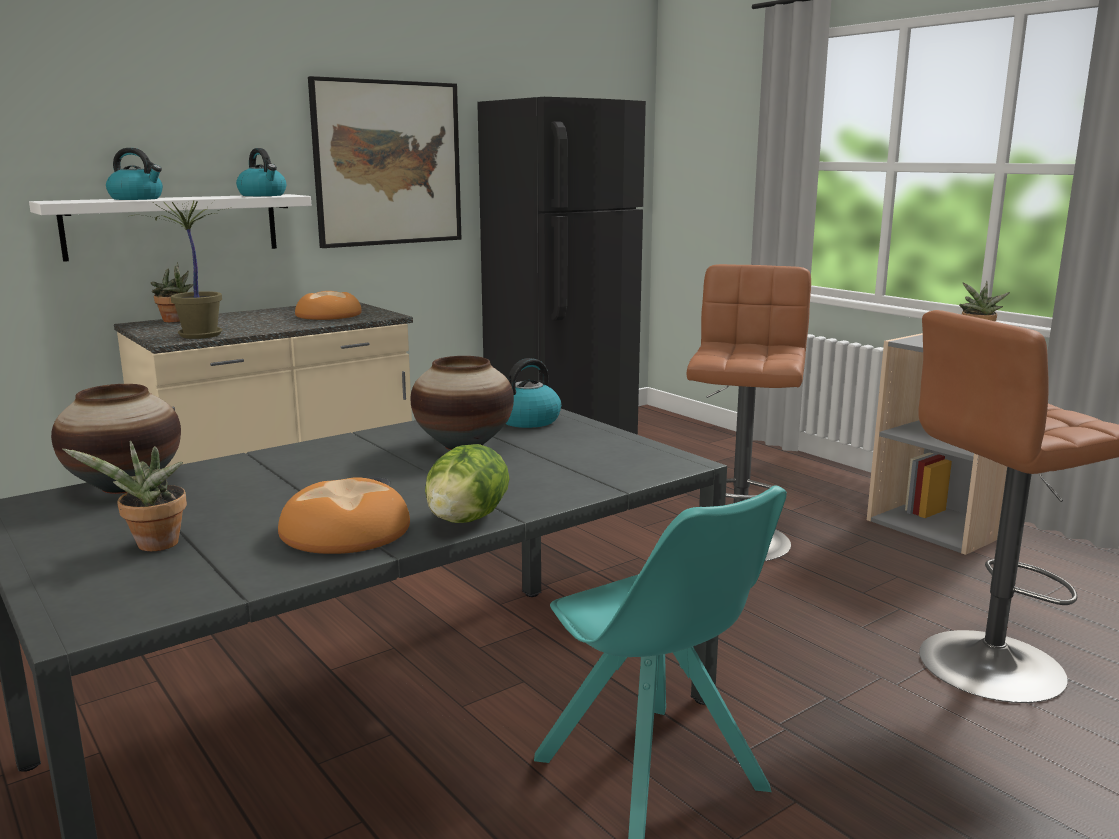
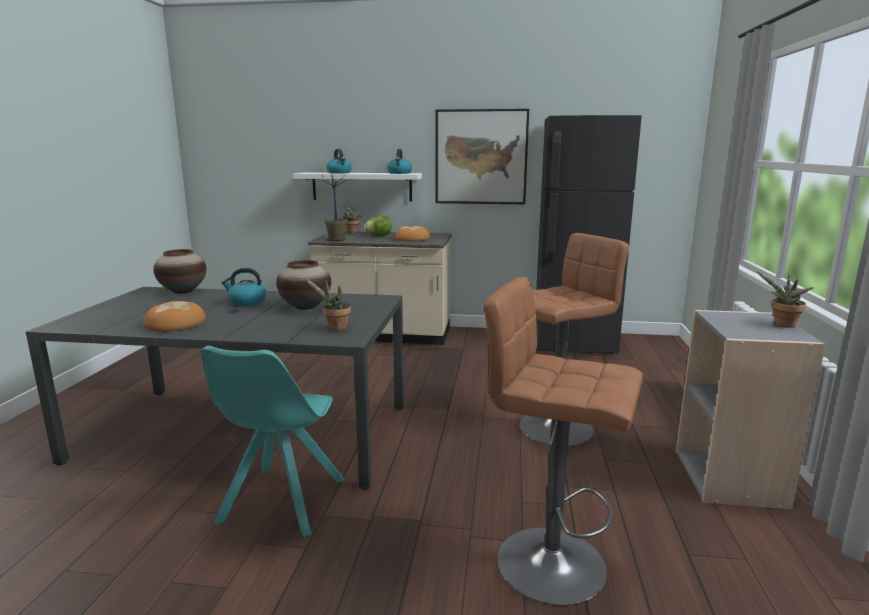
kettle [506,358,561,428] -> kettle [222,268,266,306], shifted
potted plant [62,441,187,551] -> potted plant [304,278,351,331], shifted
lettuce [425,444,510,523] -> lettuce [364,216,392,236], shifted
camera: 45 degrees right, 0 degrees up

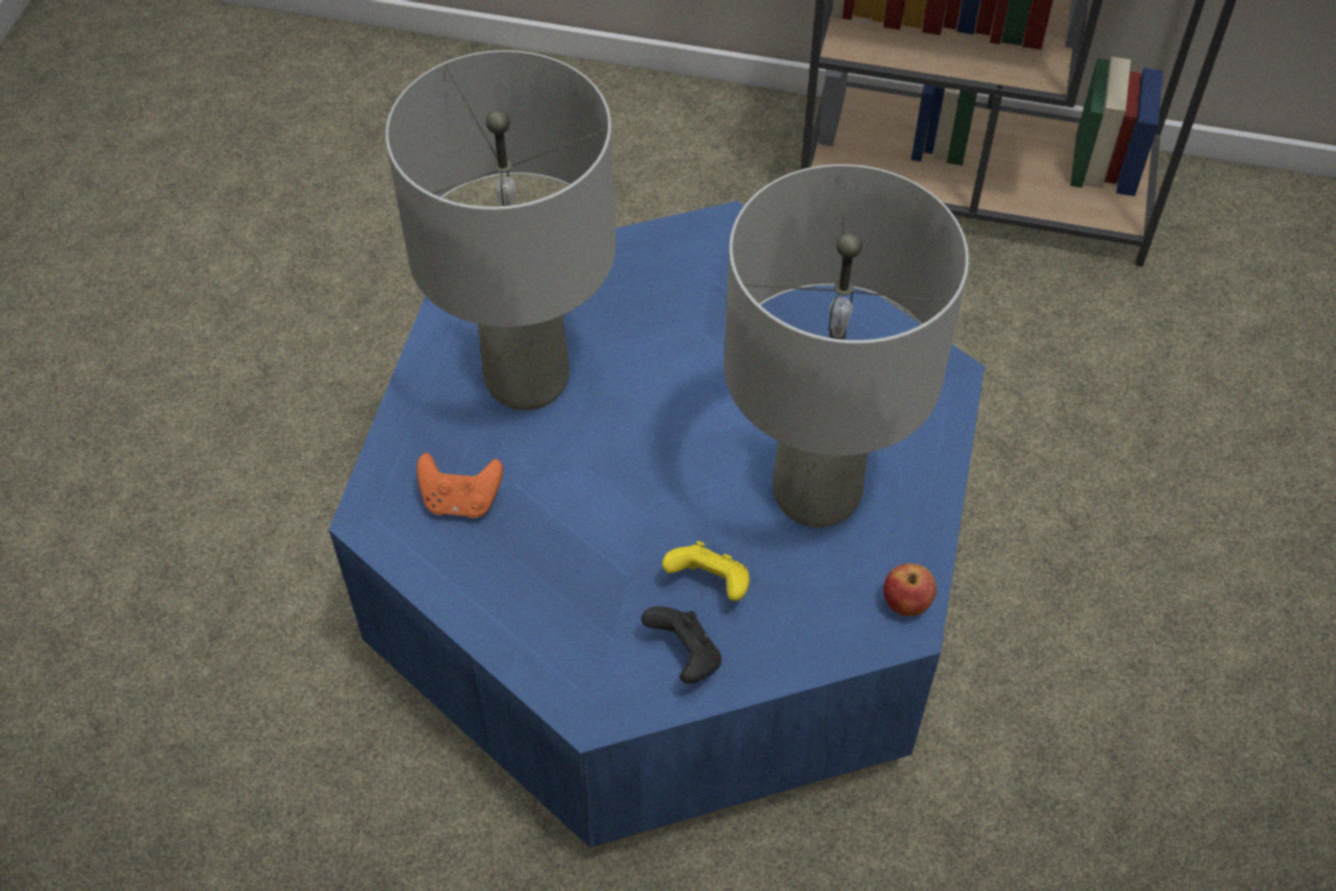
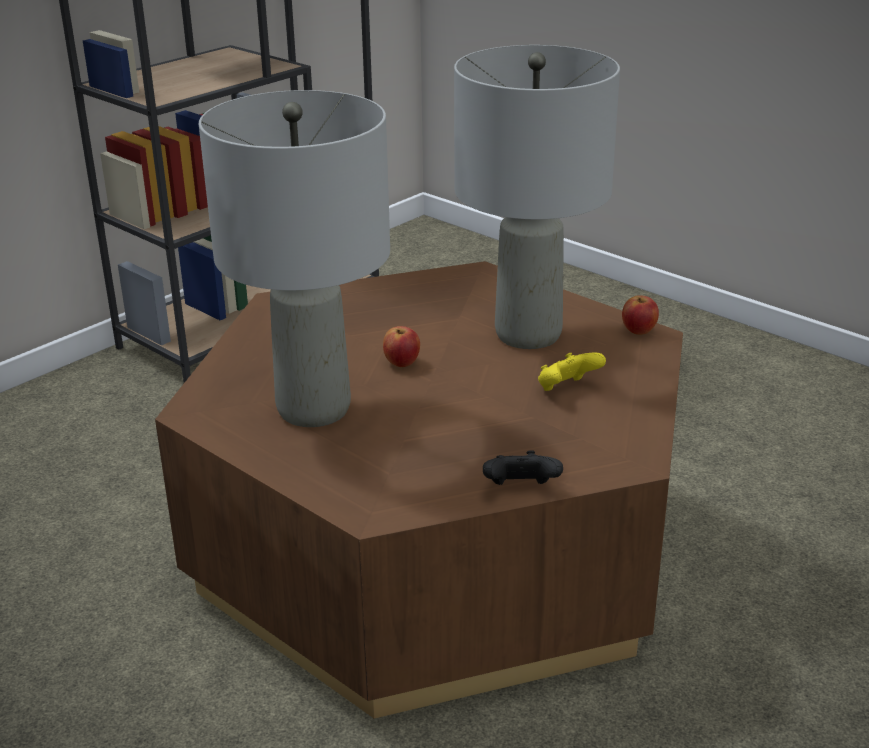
blue coffee table [329,201,985,848] -> brown coffee table [155,261,683,719]
orange game controller [417,453,503,518] -> none
black game controller [641,606,722,683] -> black game controller [483,450,563,485], shifted
none -> apple [383,326,420,367]
camera: 60 degrees left, 25 degrees down

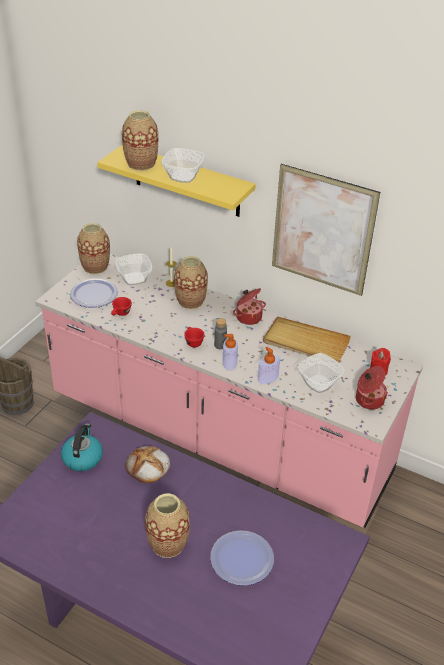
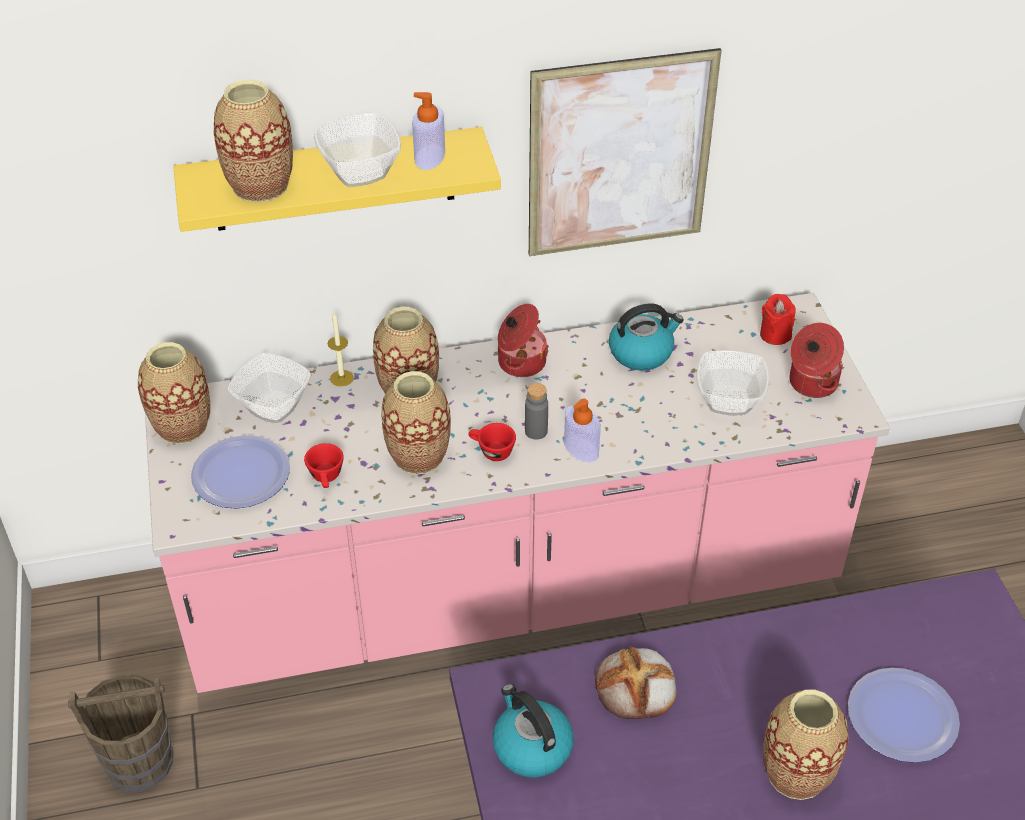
beige tray [263,316,351,363] -> kettle [609,303,684,371]
soap dispenser [258,347,280,384] -> soap dispenser [412,92,445,170], shifted
none -> vase [382,371,451,474]
camera: 40 degrees left, 5 degrees up

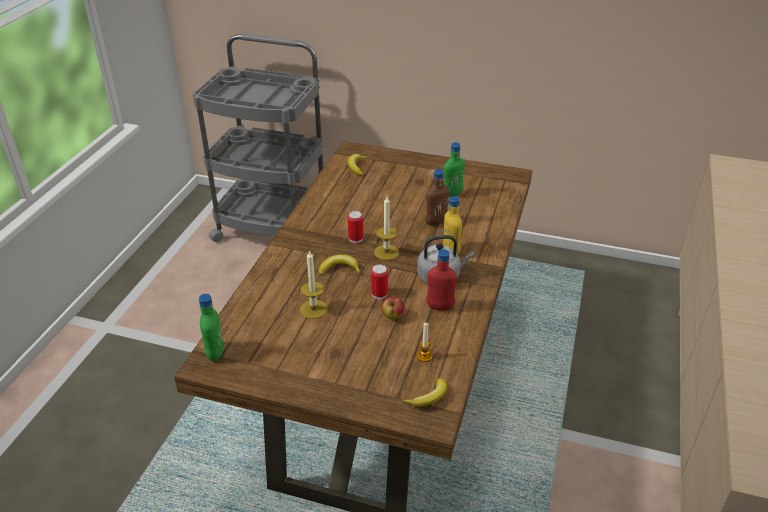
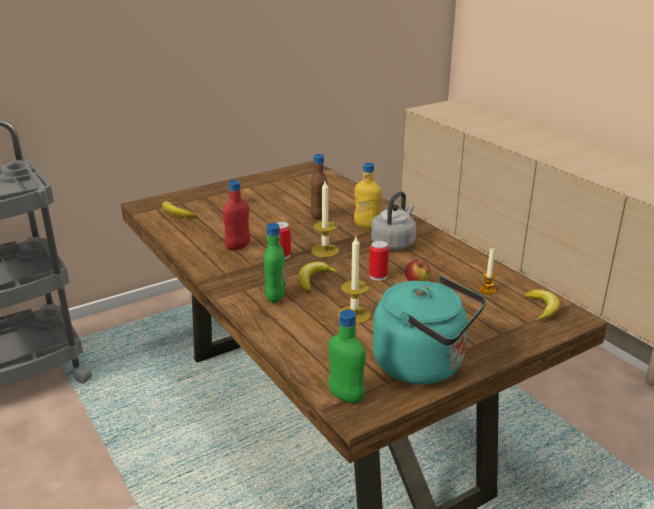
green bottle [444,142,465,197] -> green bottle [264,223,285,303], shifted
red bottle [426,249,457,311] -> red bottle [222,180,251,251], shifted
none -> turquoise kettle [373,276,486,384]
camera: 50 degrees left, 10 degrees down

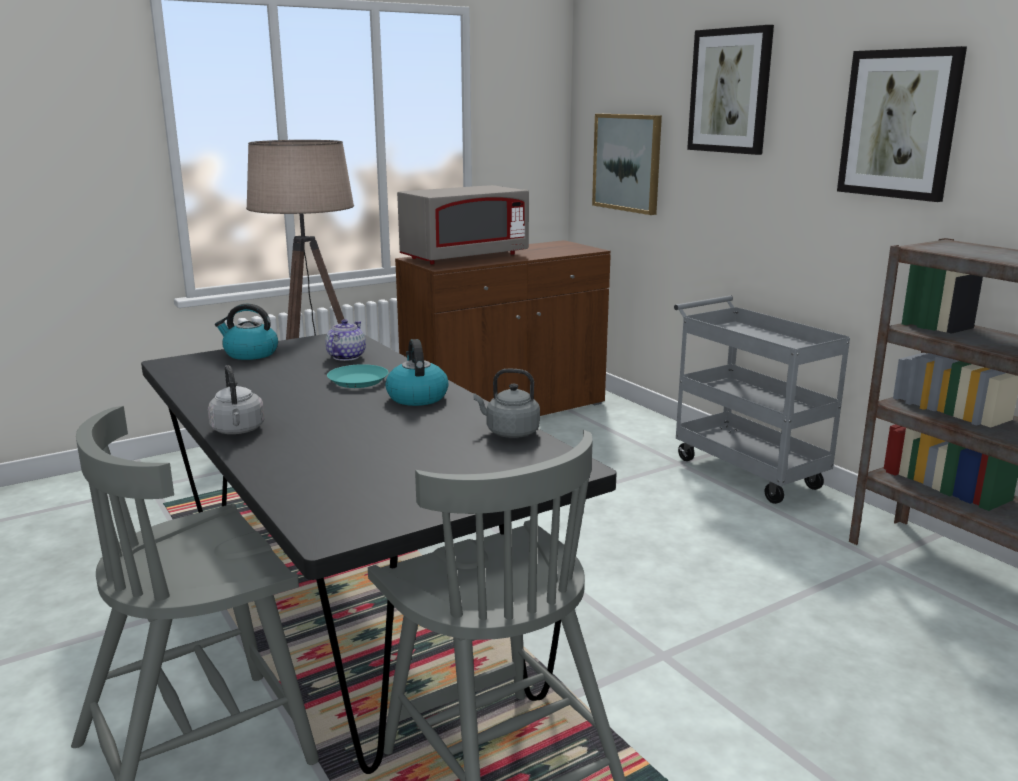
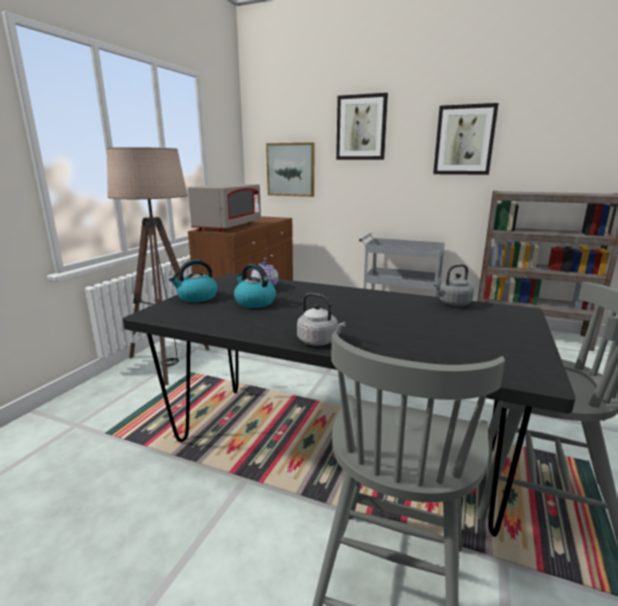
kettle [386,339,449,406] -> kettle [234,264,276,308], shifted
turquoise plate [327,364,389,388] -> none
camera: 35 degrees left, 0 degrees up

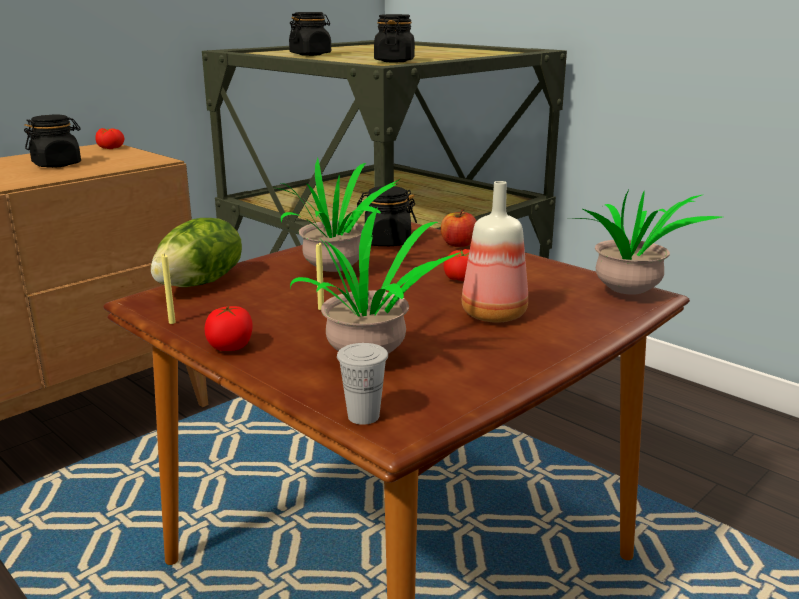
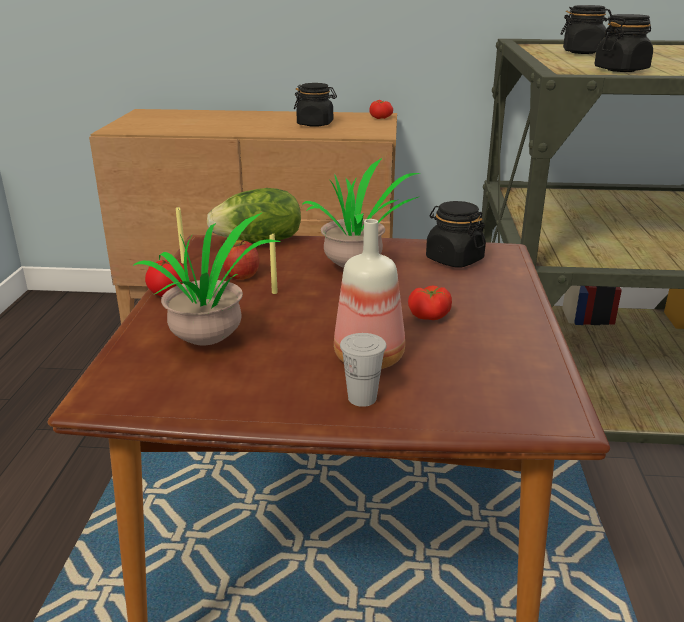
potted plant [567,190,722,295] -> none
apple [441,209,476,247] -> apple [223,240,259,280], shifted
white cup [337,343,388,425] -> white cup [340,333,387,407], shifted
camera: 50 degrees right, 5 degrees up

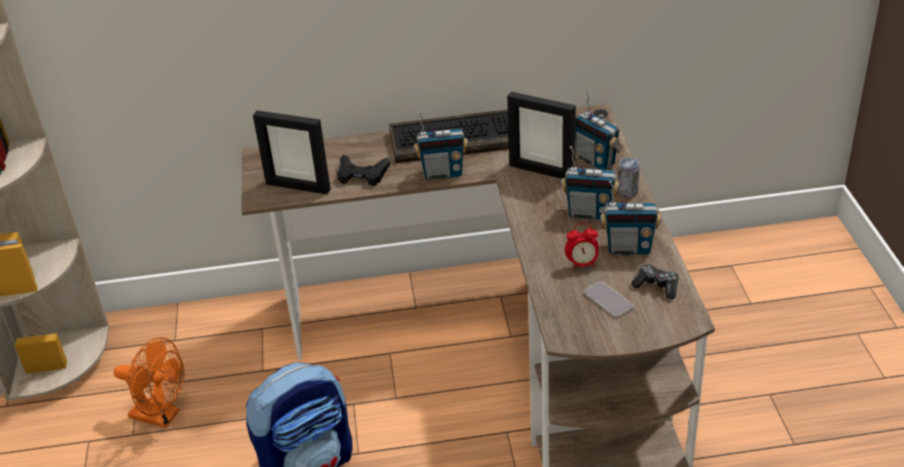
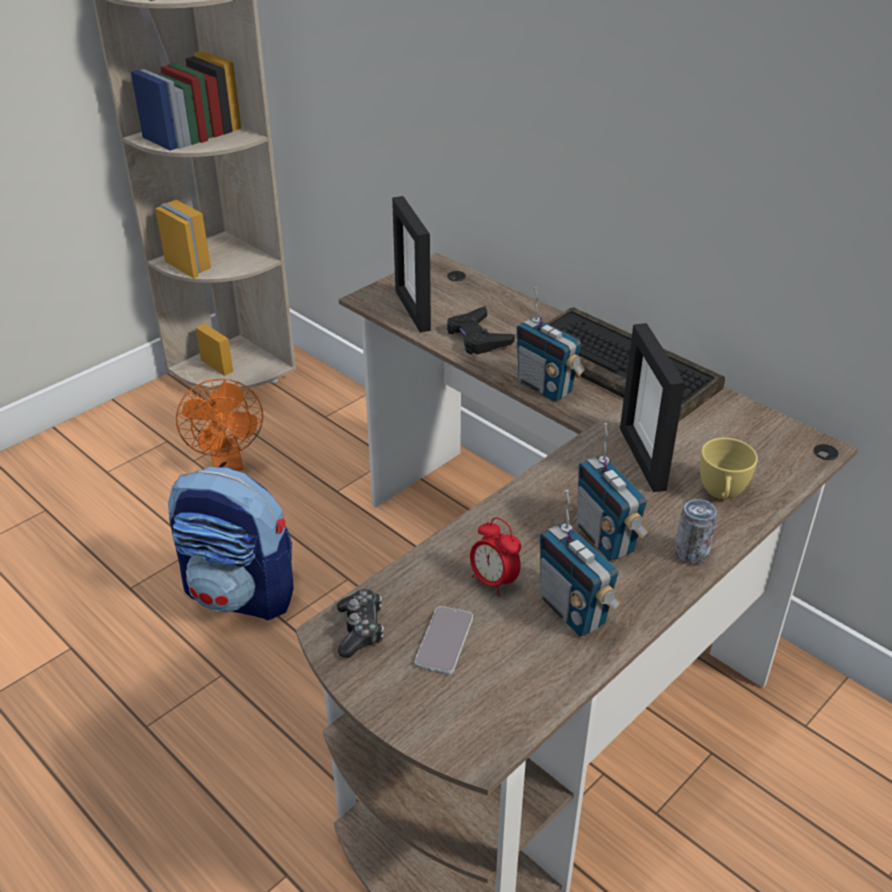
radio [575,91,623,170] -> yellow cup [700,438,758,499]
game controller [631,264,678,299] -> game controller [337,589,384,658], shifted
camera: 50 degrees right, 0 degrees up

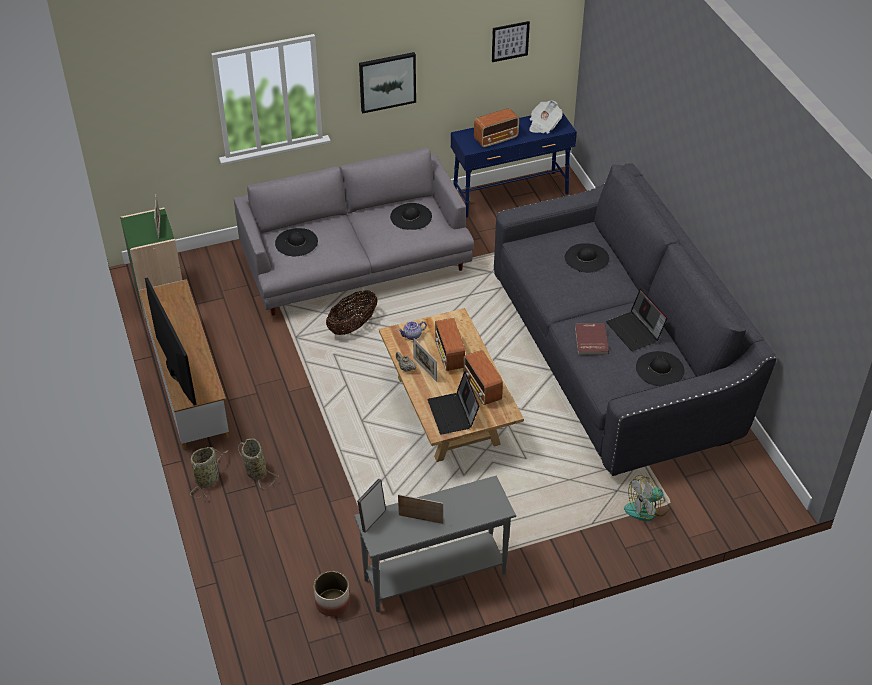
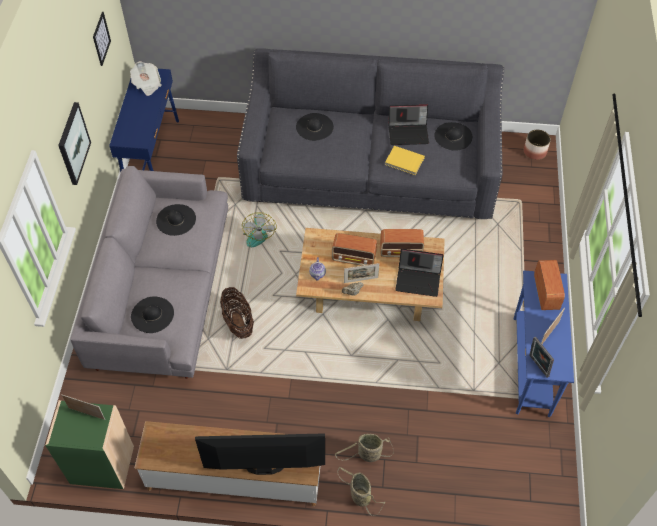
radio [474,108,519,148] -> radio [534,260,565,310], shifted
red book [575,323,609,355] -> yellow book [385,146,425,175]
grey console table [354,475,516,612] -> blue console table [514,270,574,417]
fan [624,475,670,521] -> fan [242,212,276,247], shifted
planter [314,571,350,616] -> planter [524,130,551,160], shifted
camera: 65 degrees left, 10 degrees up

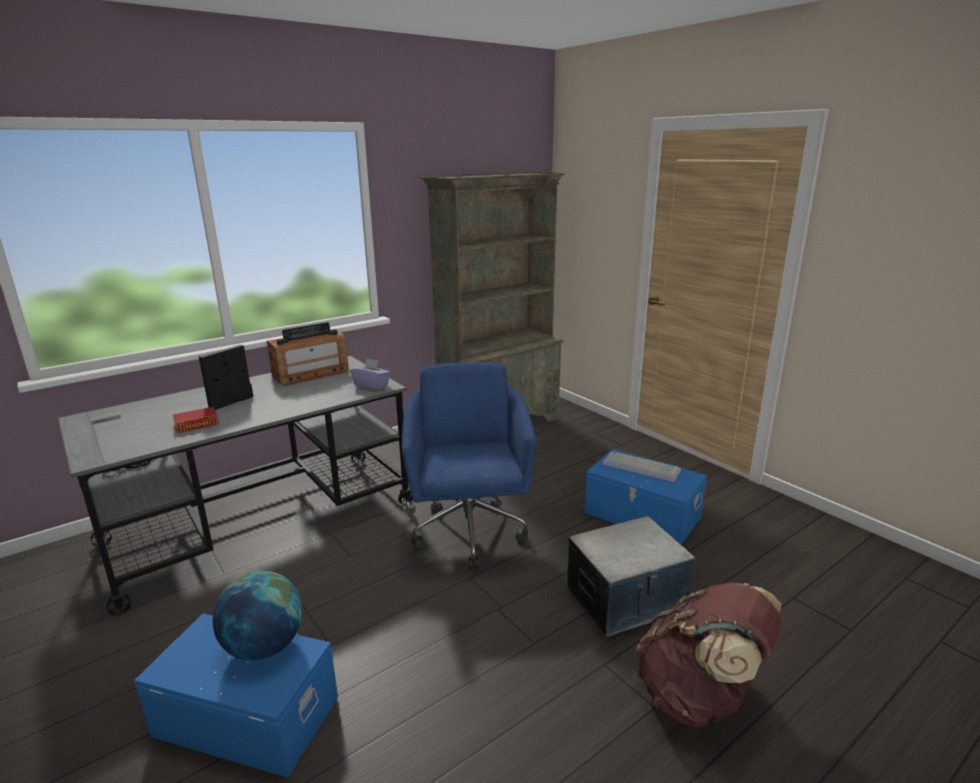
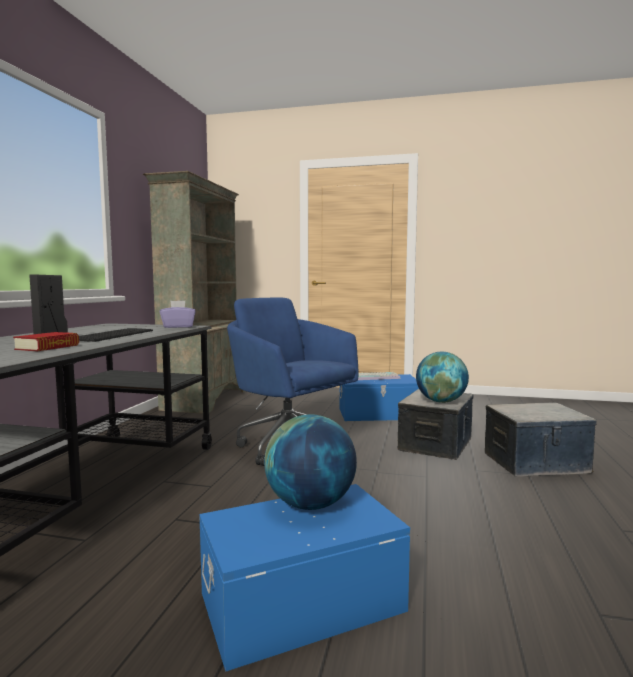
radio [267,322,349,386] -> none
brown backpack [636,582,782,727] -> storage box [485,403,597,477]
none -> keyboard [79,328,153,342]
none -> globe [416,352,469,403]
camera: 40 degrees left, 15 degrees down

